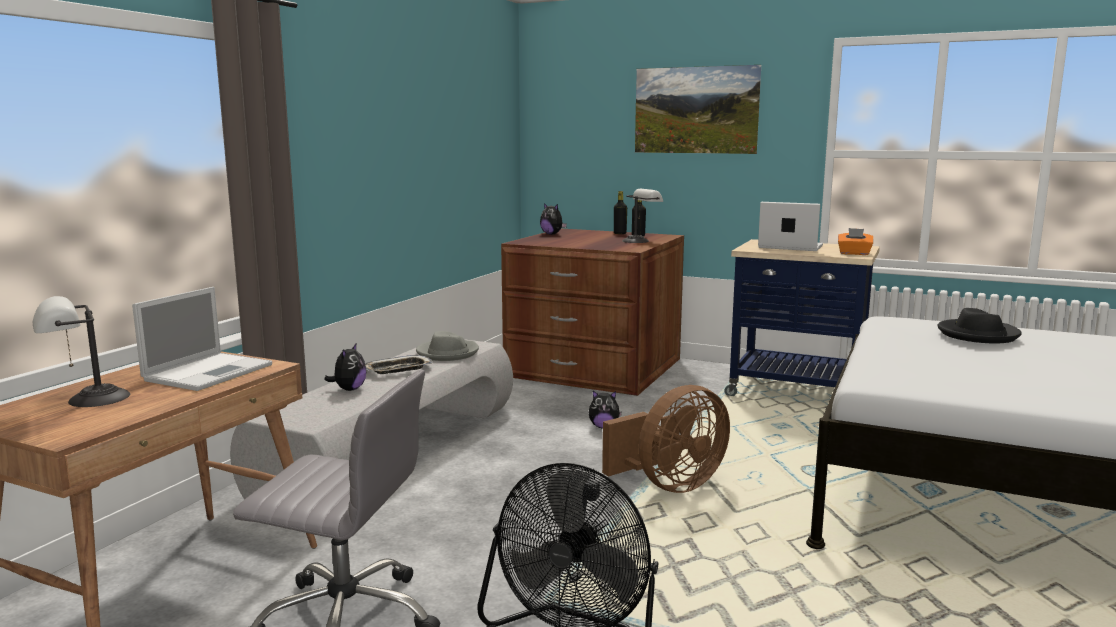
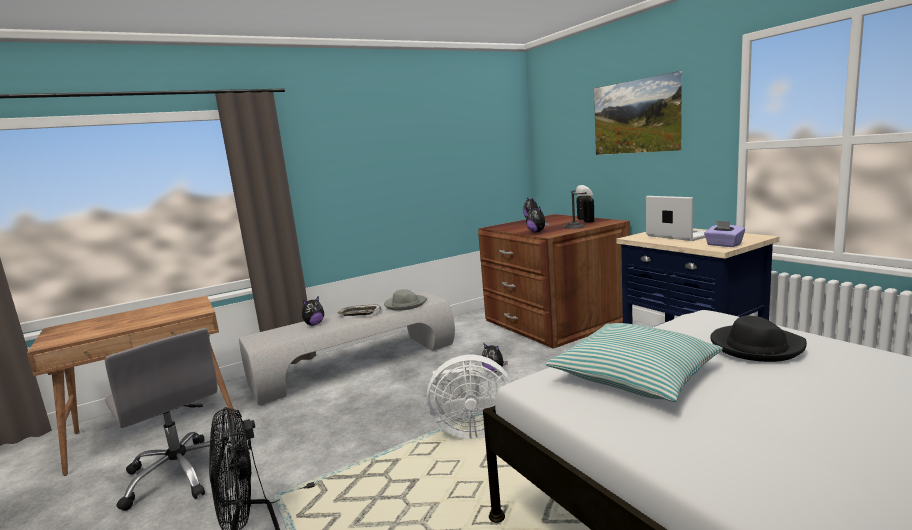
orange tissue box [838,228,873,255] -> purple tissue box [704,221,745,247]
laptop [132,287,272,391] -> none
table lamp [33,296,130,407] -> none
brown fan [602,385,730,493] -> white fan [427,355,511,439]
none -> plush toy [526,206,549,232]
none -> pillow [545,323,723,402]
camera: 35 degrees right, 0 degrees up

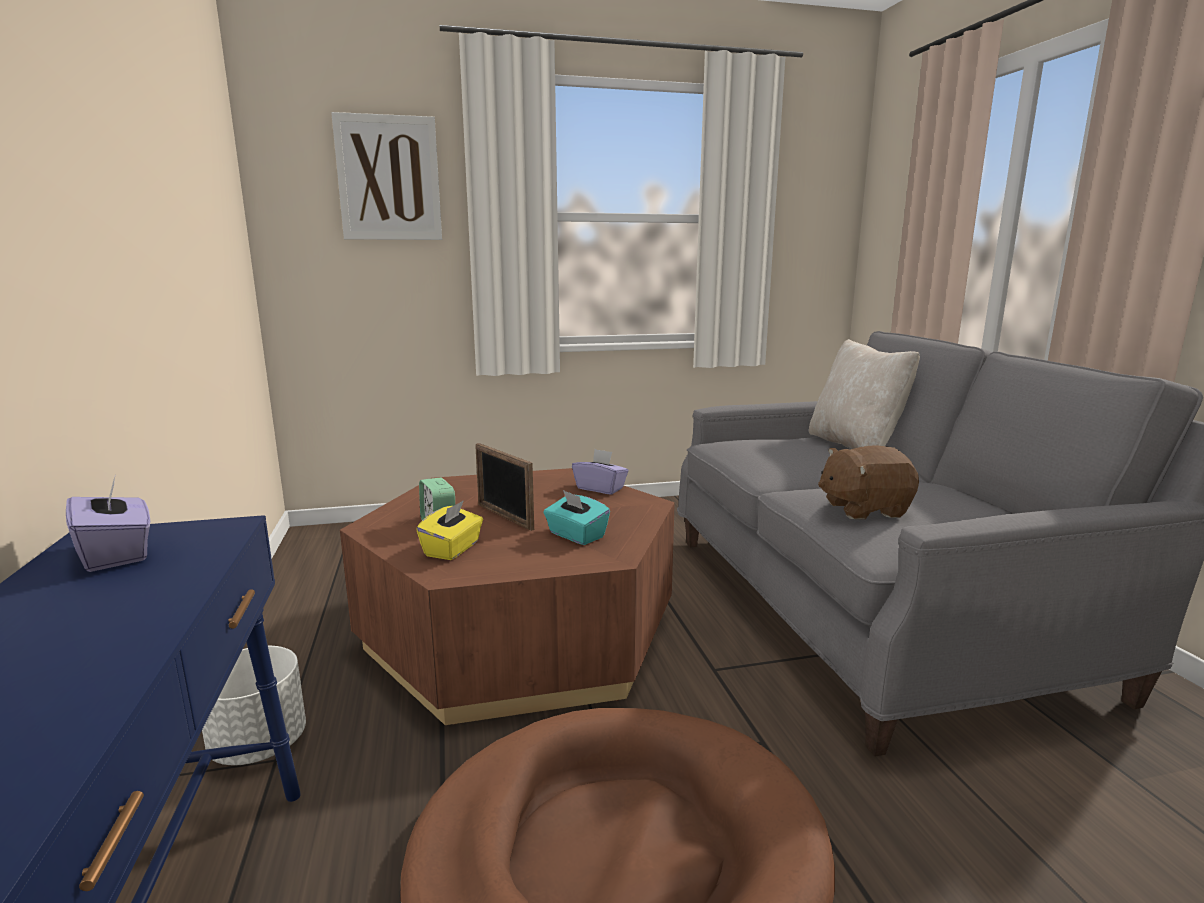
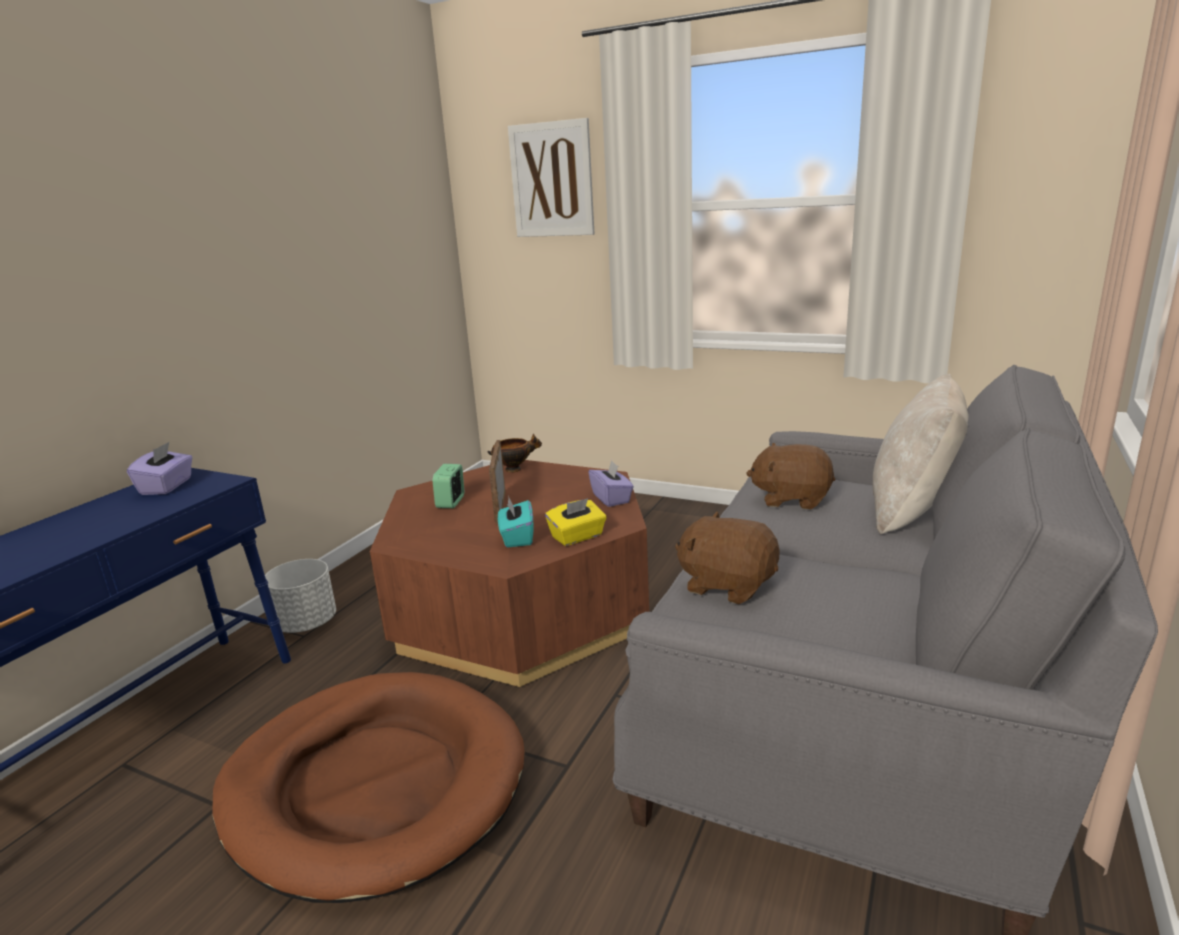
yellow tissue box [416,500,483,560] -> yellow tissue box [545,498,607,546], shifted
none -> bowl [487,434,542,472]
none -> brown plush toy [746,443,835,509]
camera: 40 degrees right, 5 degrees up

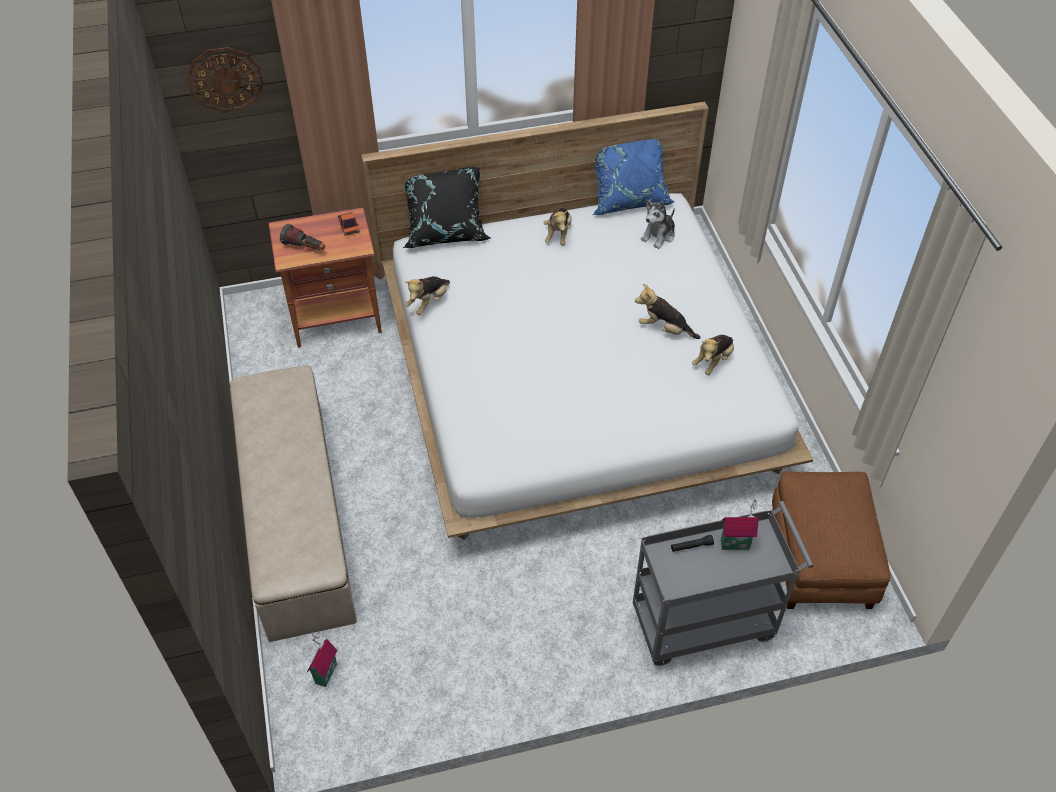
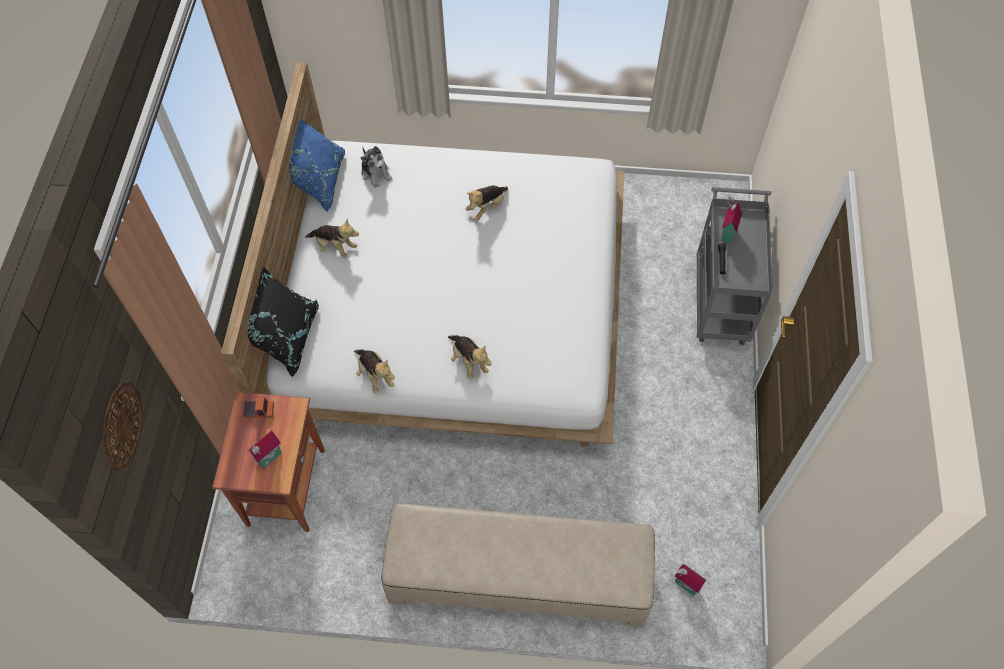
flashlight [280,224,325,250] -> toy house [247,430,282,469]
plush toy [692,335,734,375] -> plush toy [448,335,492,379], shifted
brown ottoman [772,471,891,609] -> none
camera: 70 degrees left, 10 degrees up

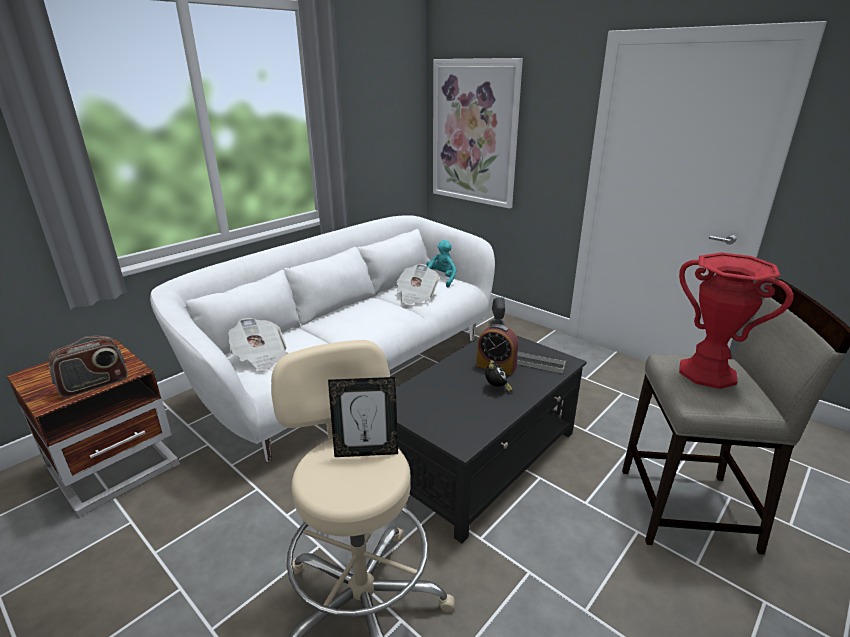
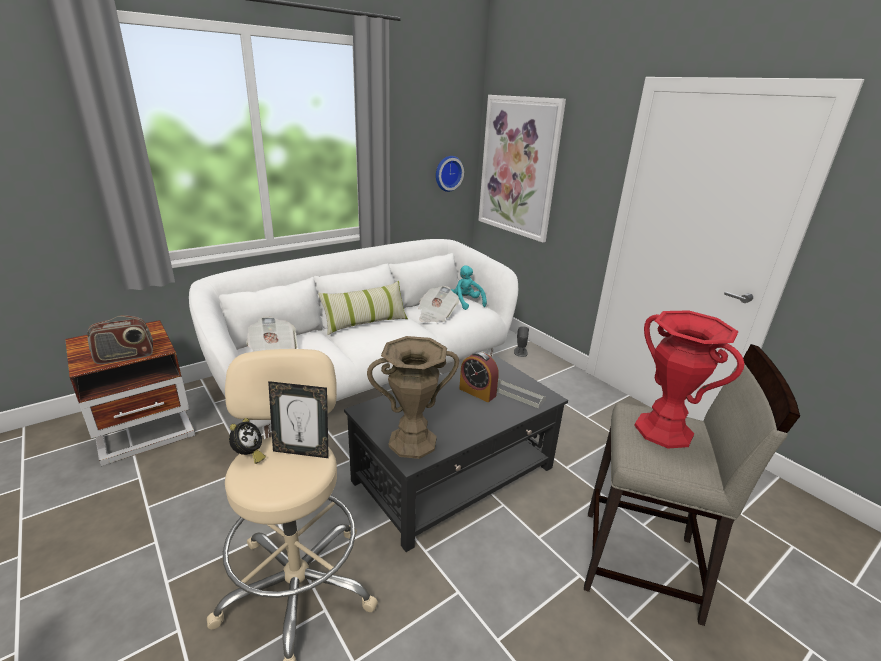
turquoise plush toy [426,240,457,288] -> turquoise plush toy [451,265,487,310], 60 degrees counterclockwise
alarm clock [485,360,512,392] -> alarm clock [229,418,266,464], shifted
none -> wall clock [436,156,464,192]
none -> pillow [318,281,408,335]
none -> brown vase [367,336,459,459]
camera: 10 degrees right, 0 degrees up

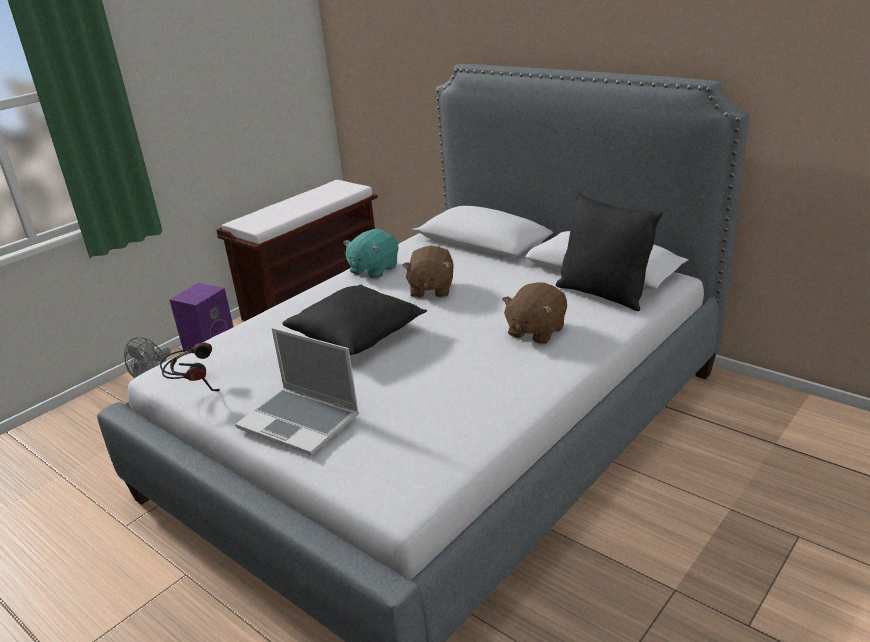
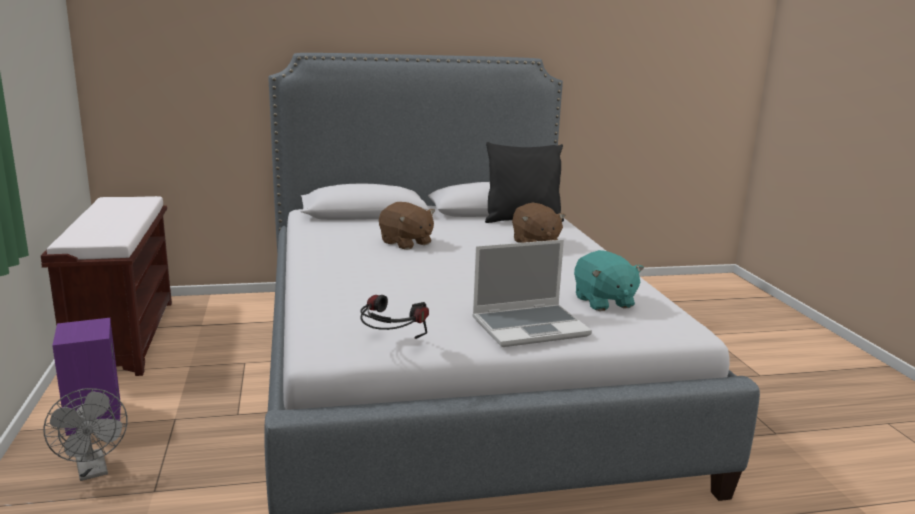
turquoise plush toy [343,229,398,279] -> turquoise plush toy [574,250,644,311], shifted
black pillow [282,285,427,355] -> none
camera: 55 degrees left, 10 degrees down

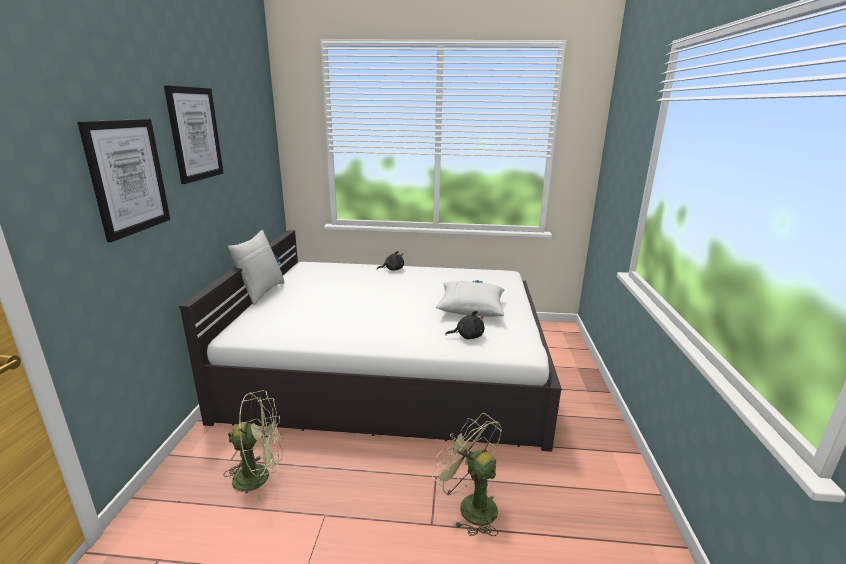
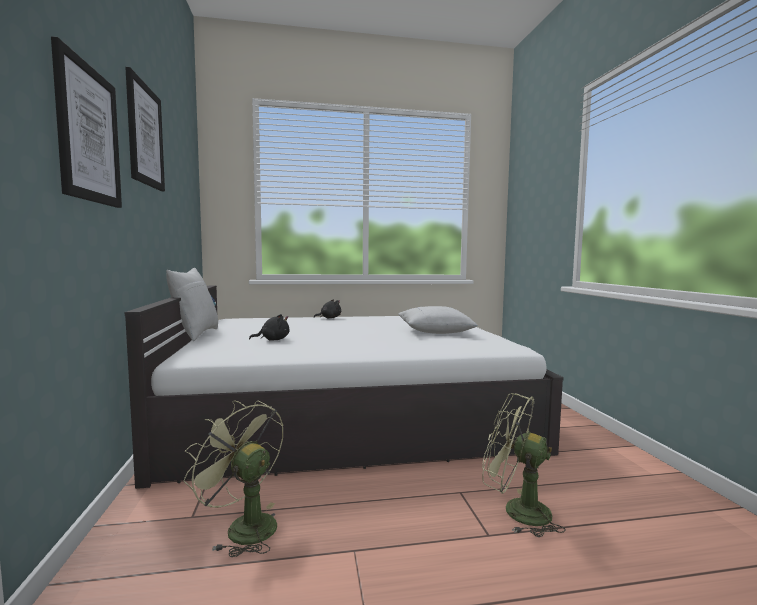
black plush toy [445,311,485,339] -> black plush toy [249,314,289,341], shifted
green fan [223,390,283,502] -> green fan [183,400,283,557], 120 degrees counterclockwise
camera: 15 degrees left, 15 degrees down

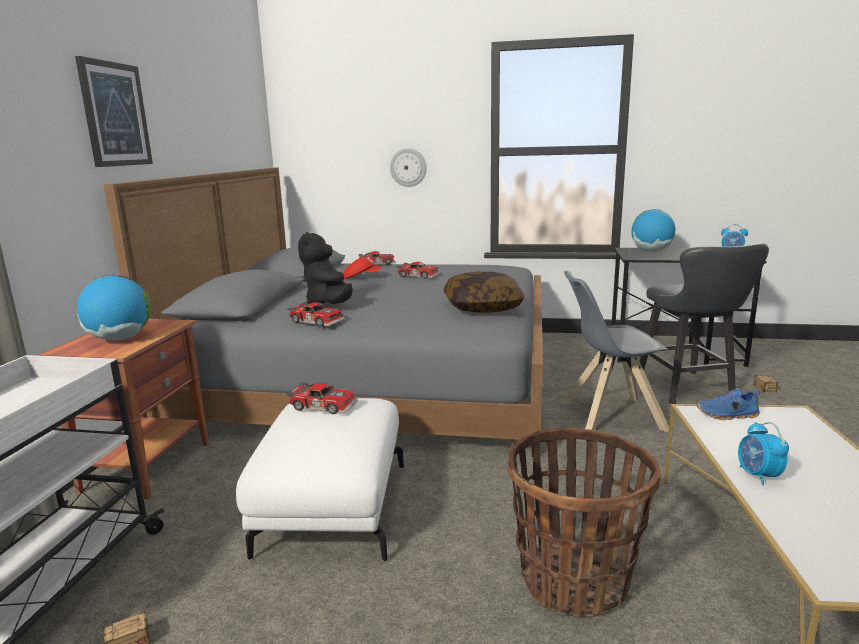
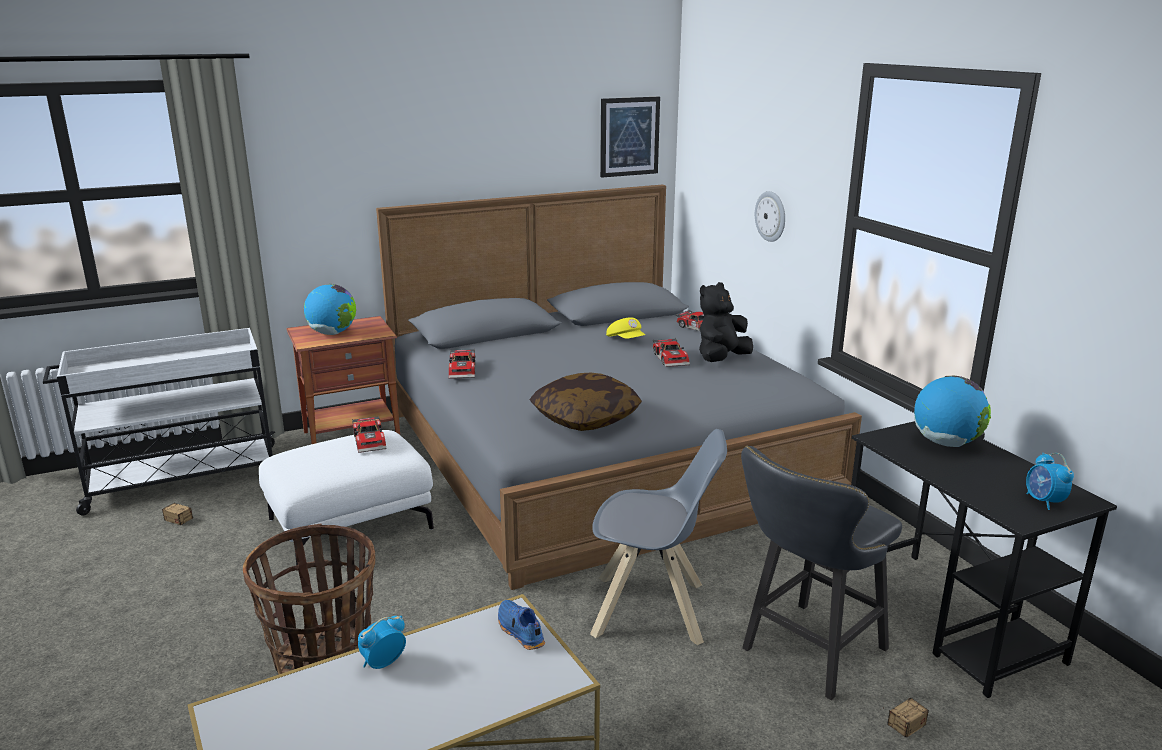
picture [75,56,153,167] -> picture [600,97,660,177], shifted
black plush toy [298,232,353,304] -> black plush toy [699,282,753,362], shifted
red cap [344,257,382,279] -> yellow cap [606,317,645,339]
grey chair [562,270,669,432] -> grey chair [590,429,727,645], 135 degrees clockwise
camera: 55 degrees right, 5 degrees up

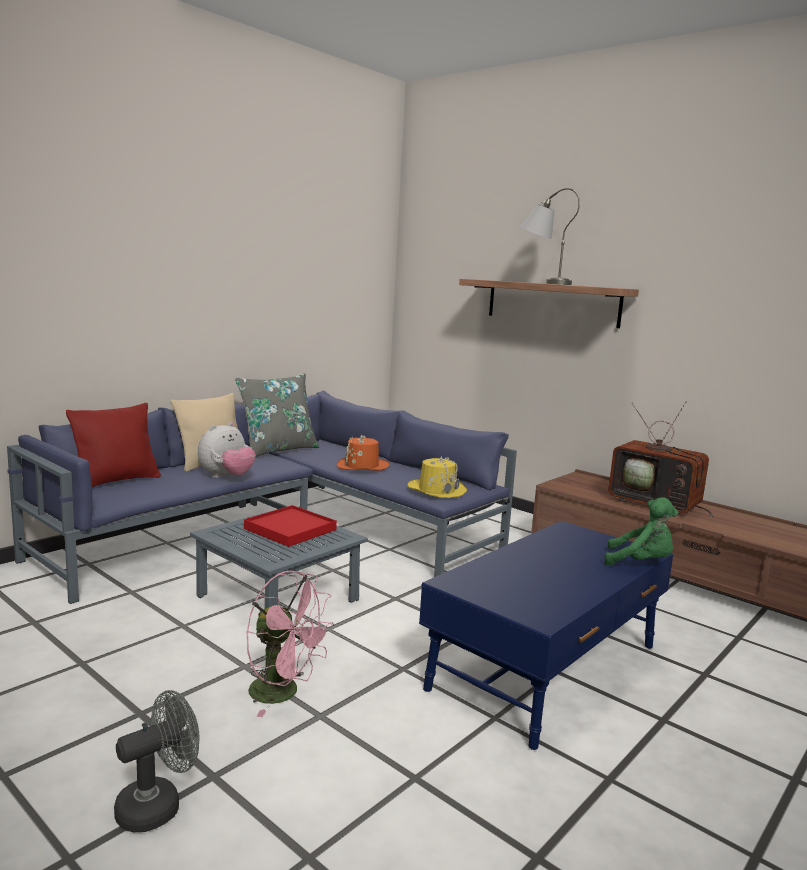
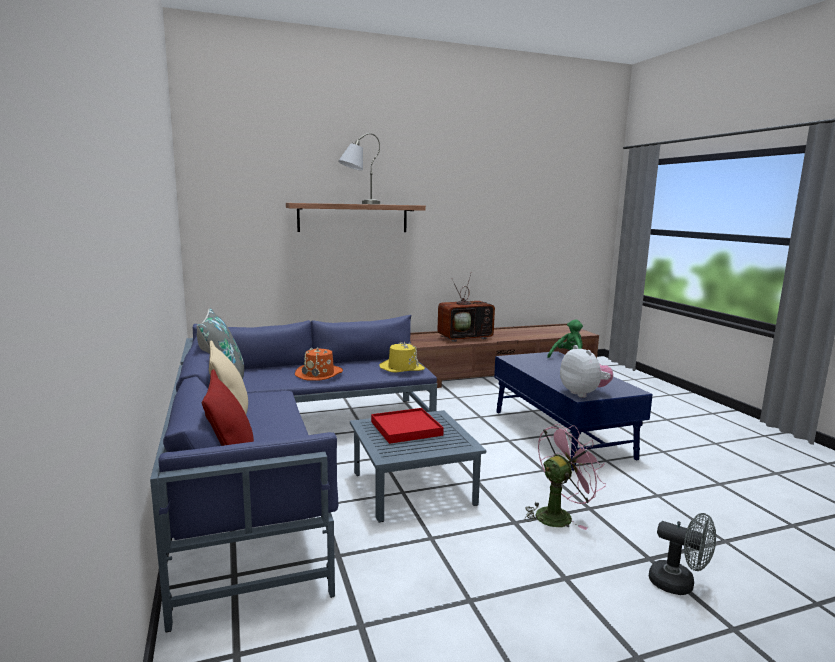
plush toy [198,422,256,478] -> plush toy [560,345,613,398], shifted
grey fan [114,690,199,832] -> grey fan [649,513,716,595], 135 degrees clockwise
camera: 60 degrees left, 0 degrees up

